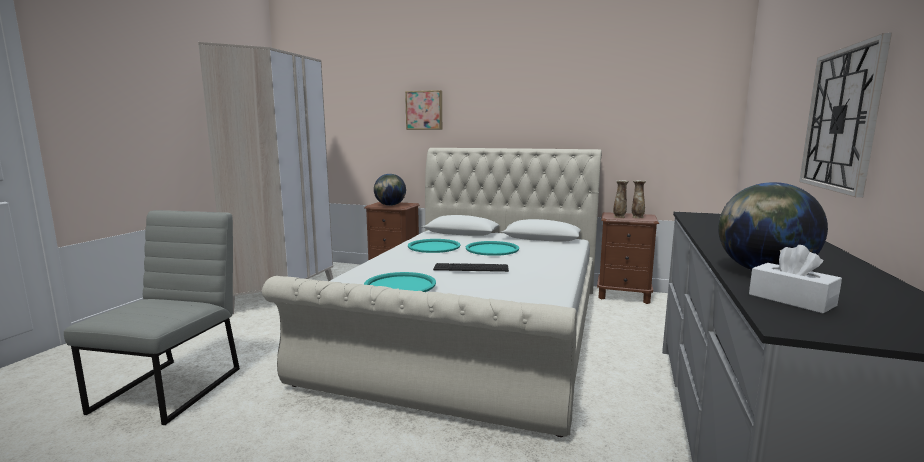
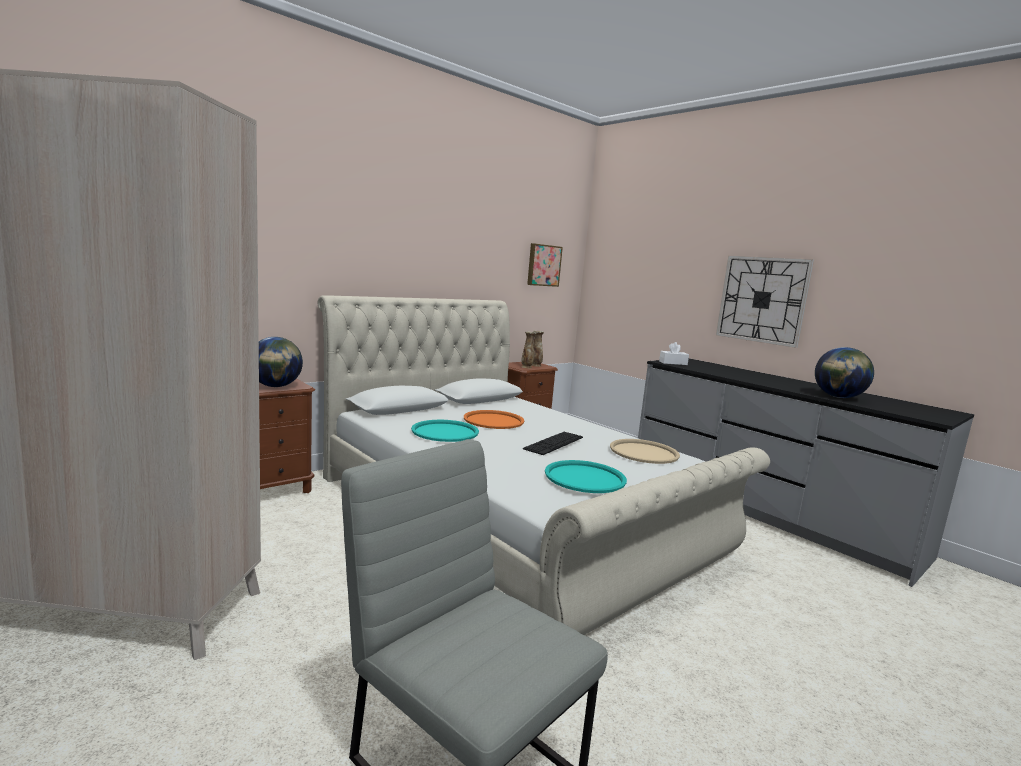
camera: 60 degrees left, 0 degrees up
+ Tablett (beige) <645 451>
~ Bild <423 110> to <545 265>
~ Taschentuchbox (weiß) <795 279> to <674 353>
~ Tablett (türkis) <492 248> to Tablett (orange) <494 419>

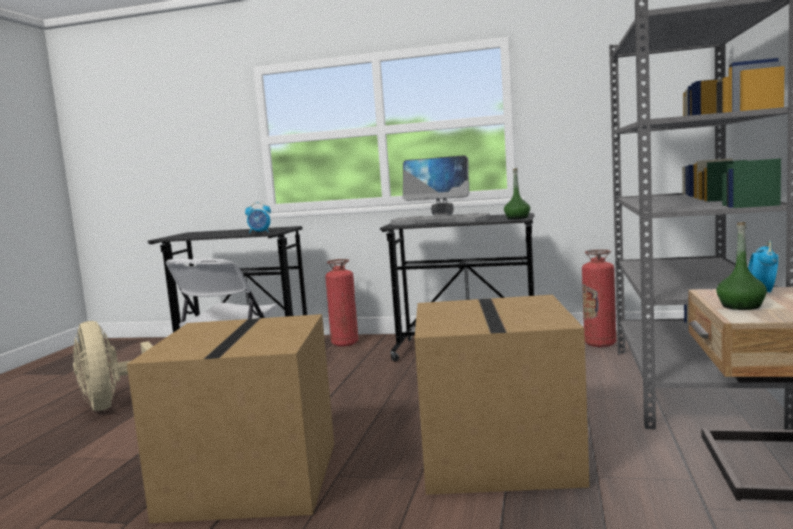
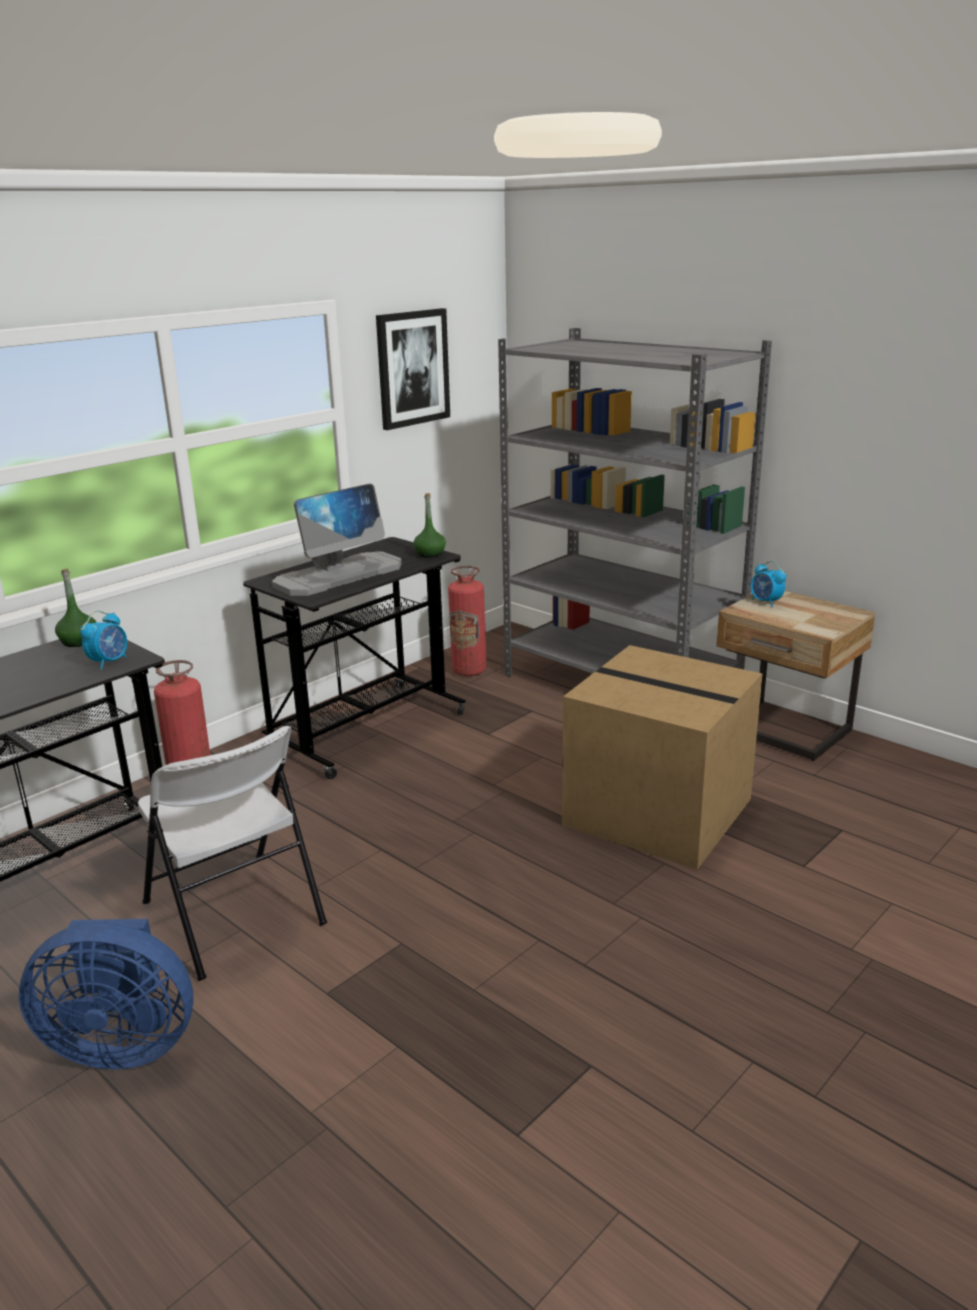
camera: 60 degrees left, 15 degrees up
- Karton <230 418>
+ Bild <413 369>
~ Flasche (grün) <741 266> to <76 608>
~ Ventilator (beige) <113 366> to Ventilator (blau) <106 994>

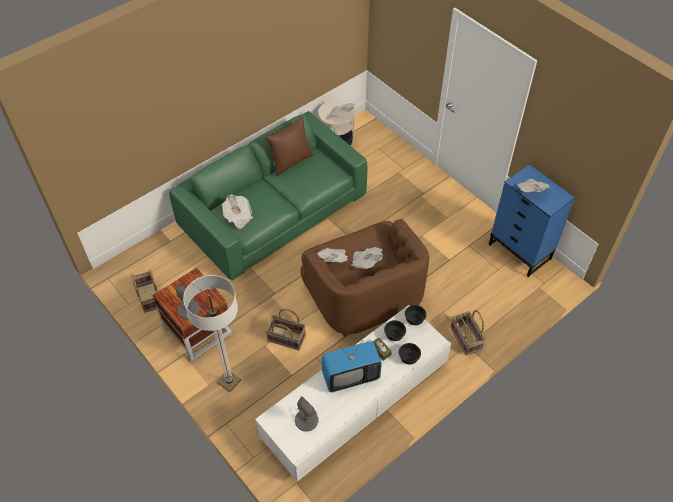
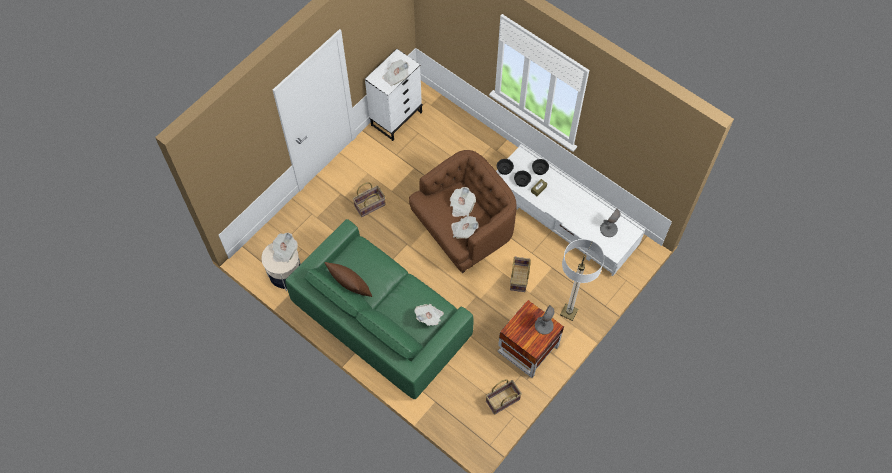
camera: 100 degrees left, 10 degrees up
- Fernseher <352 366>
~ Korb <468 332> to <369 199>
~ Kommode (blau) <532 220> to Kommode (weiß) <394 95>

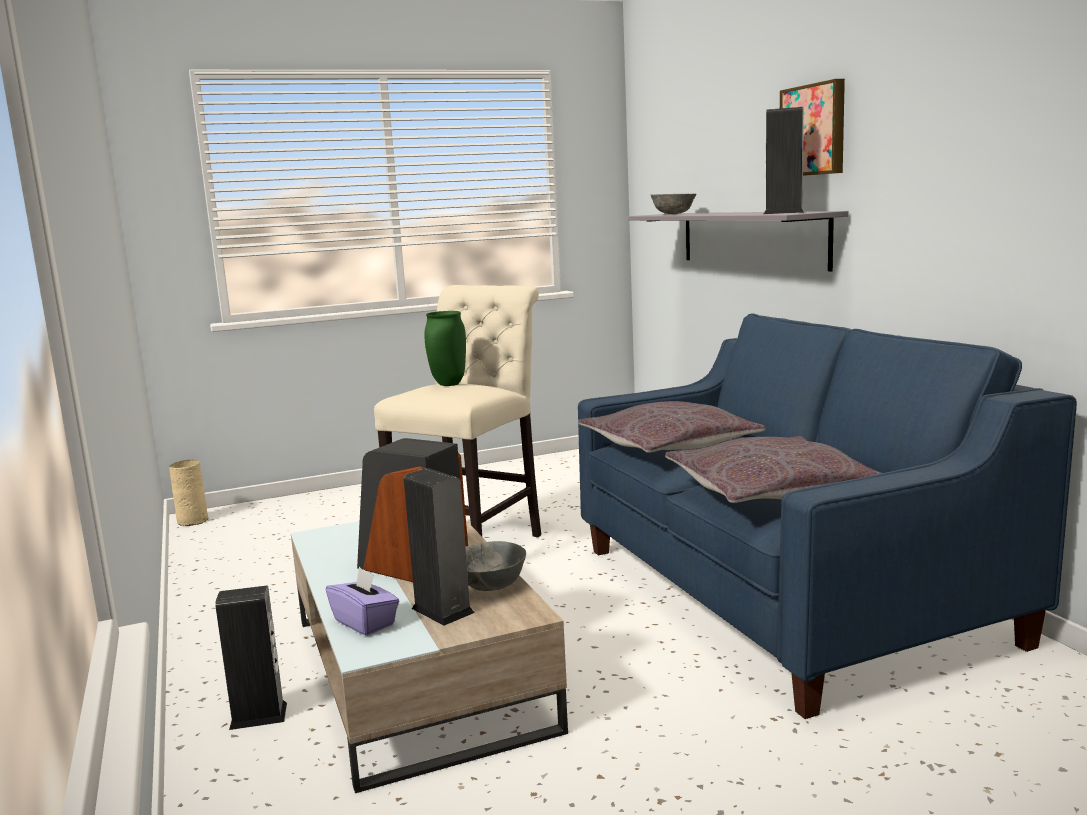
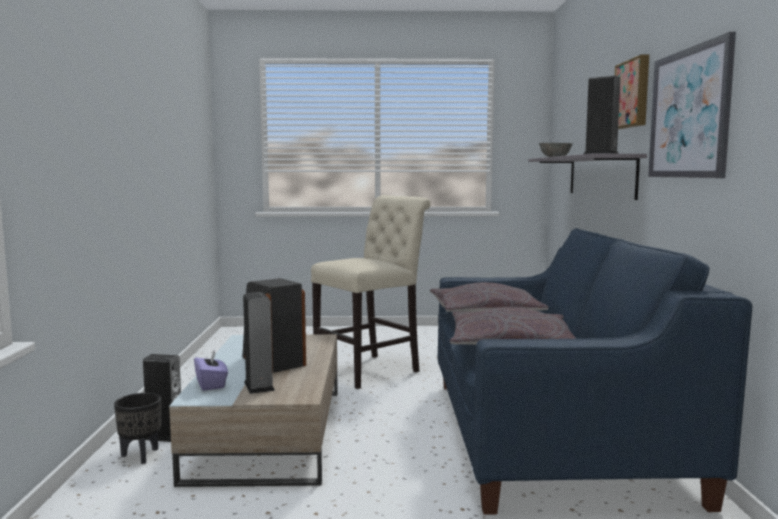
camera: 20 degrees right, 5 degrees down
- Vase (beige) <189 493>
- Vase (grün) <445 348>
- Schüssel (grau) <496 566>
+ Pflanzkübel (schwarz) <137 428>
+ Bild <692 105>

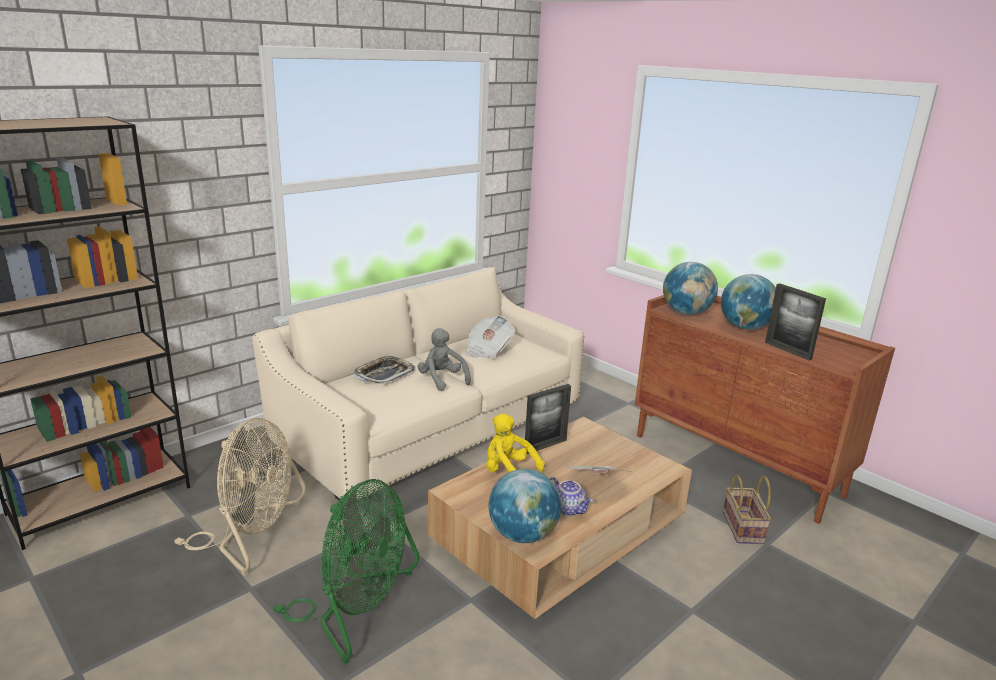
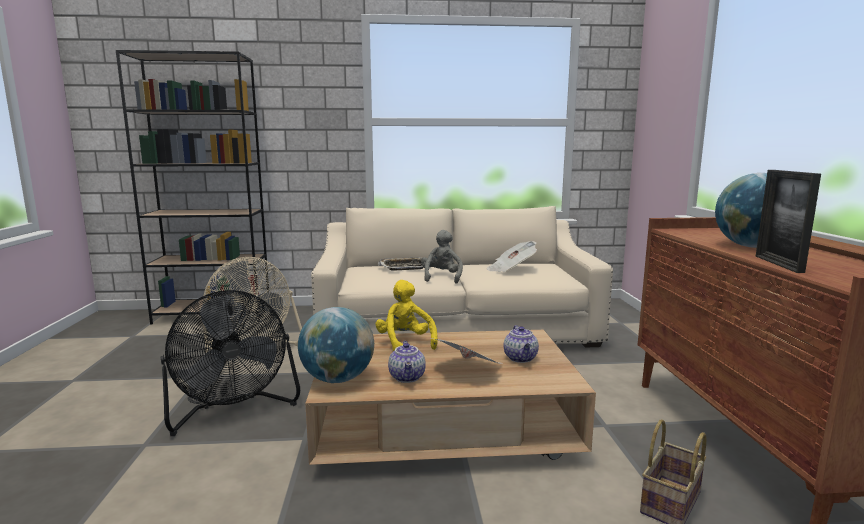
camera: 40 degrees right, 10 degrees down
- Bilderrahmen <547 419>
- Globus <690 288>
+ Teekanne <521 344>
~ Ventilator (grün) <346 571> to Ventilator (schwarz) <230 363>

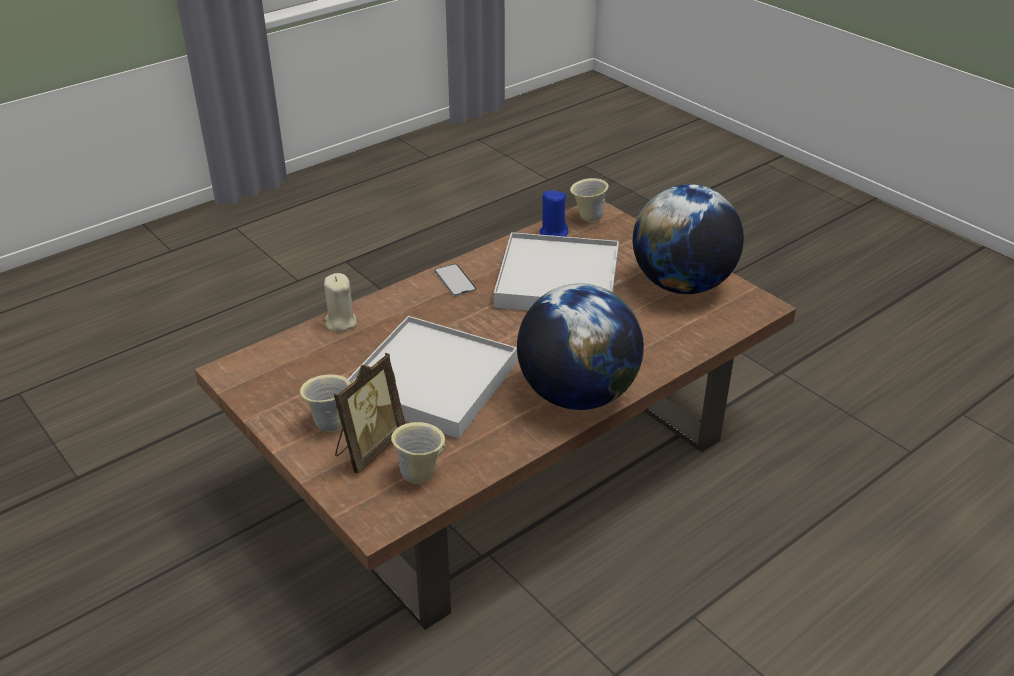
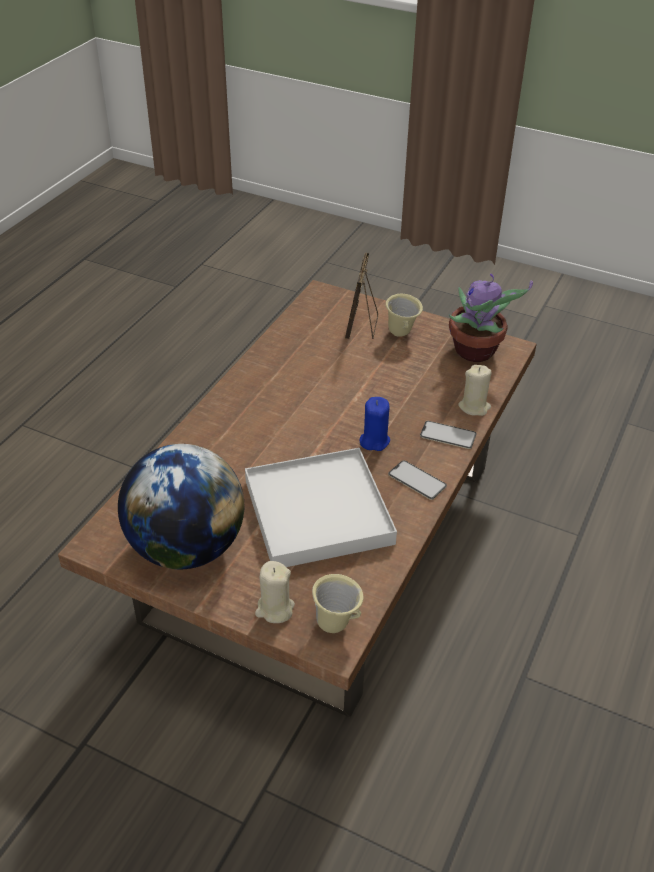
camera: 155 degrees right, 5 degrees up
- Tablett (weiß) <432 377>
- Henkelbecher (beige) <418 453>
- Globus <580 346>
+ Kerze (beige) <275 592>
+ Handy <448 435>
+ Topfpflanze <491 318>
~ Kerze (blau) <553 213> to <375 424>

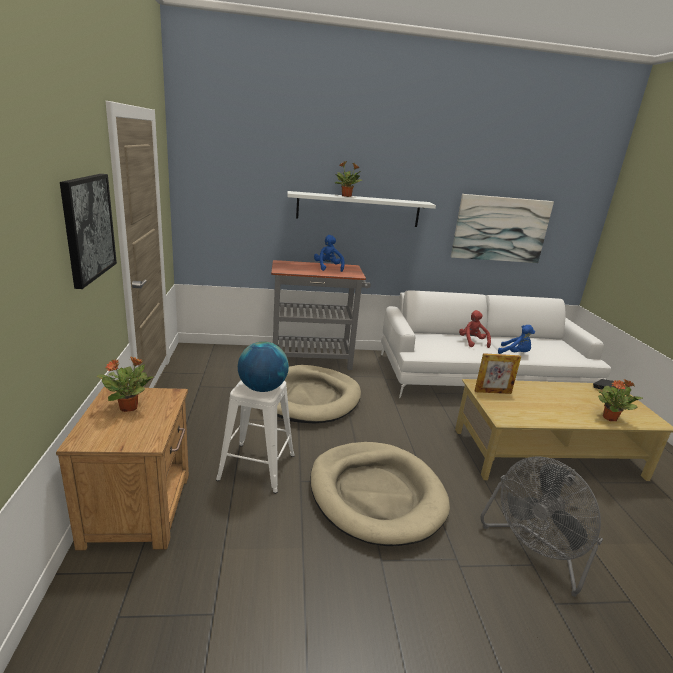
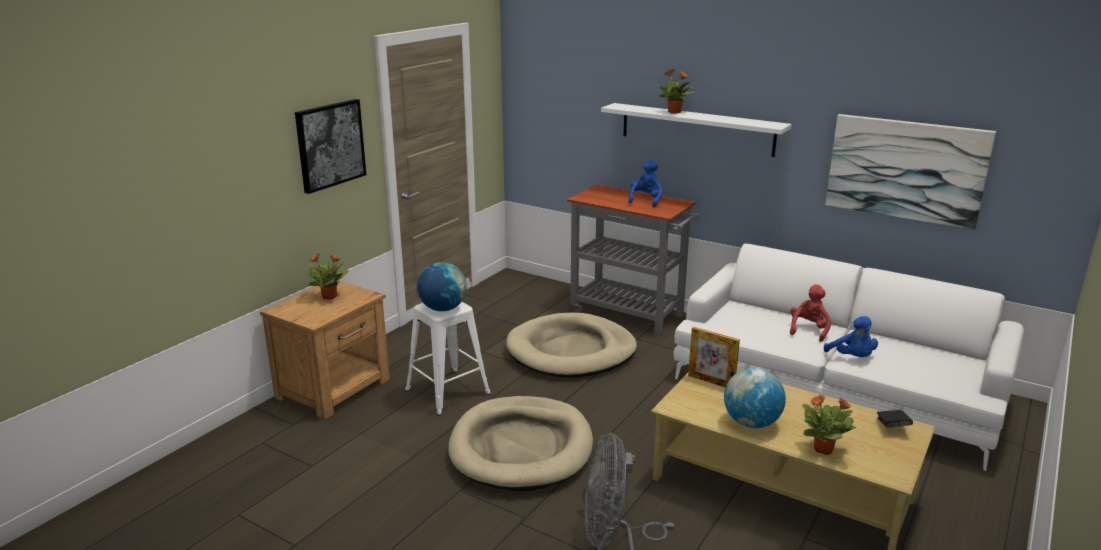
camera: 40 degrees right, 0 degrees up
+ Globus <755 398>

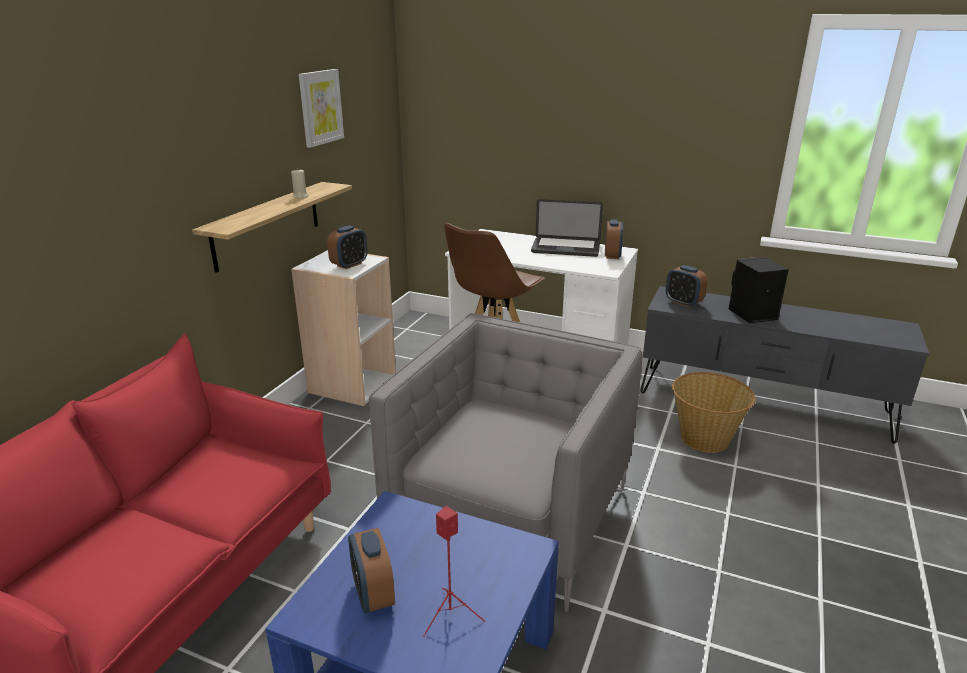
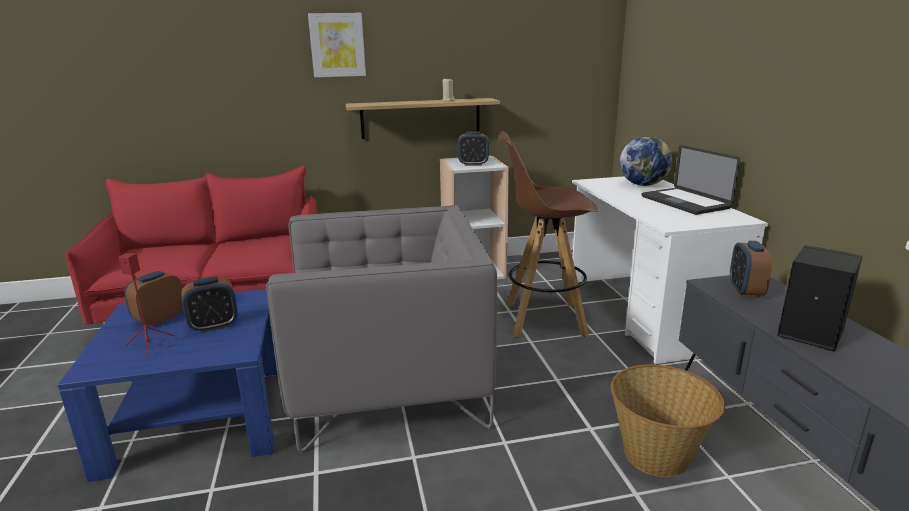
camera: 55 degrees right, 5 degrees down
+ Globus <646 161>
~ Bild <321 108> to <337 45>
~ Wecker <614 239> to <209 304>

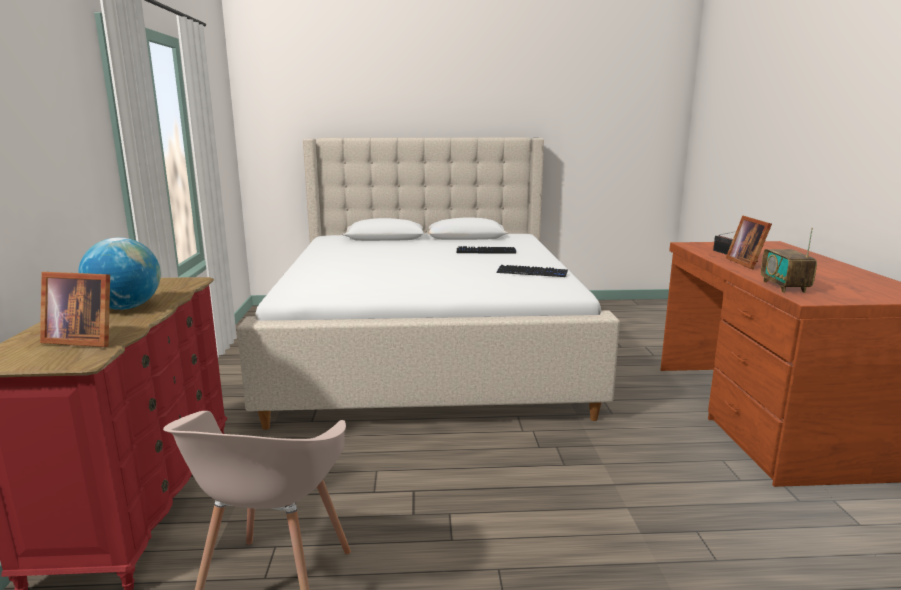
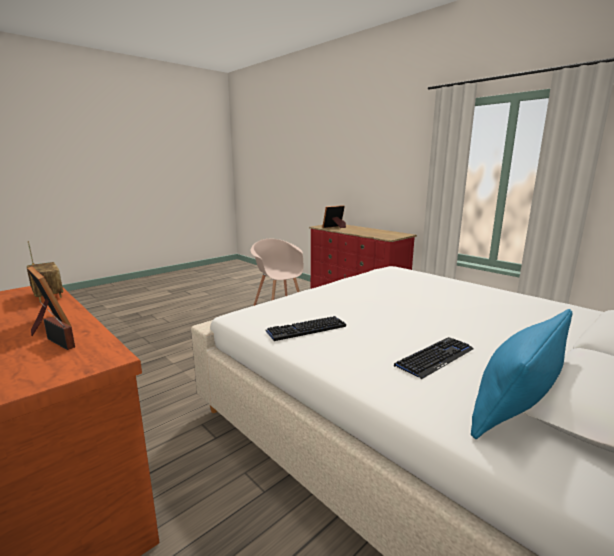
camera: 140 degrees right, 0 degrees up
- Globus <119 274>
+ Kissen (blau) <521 374>

